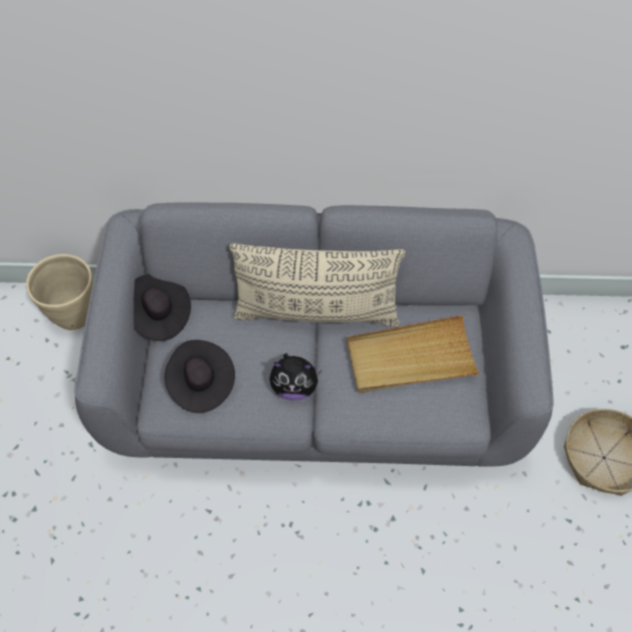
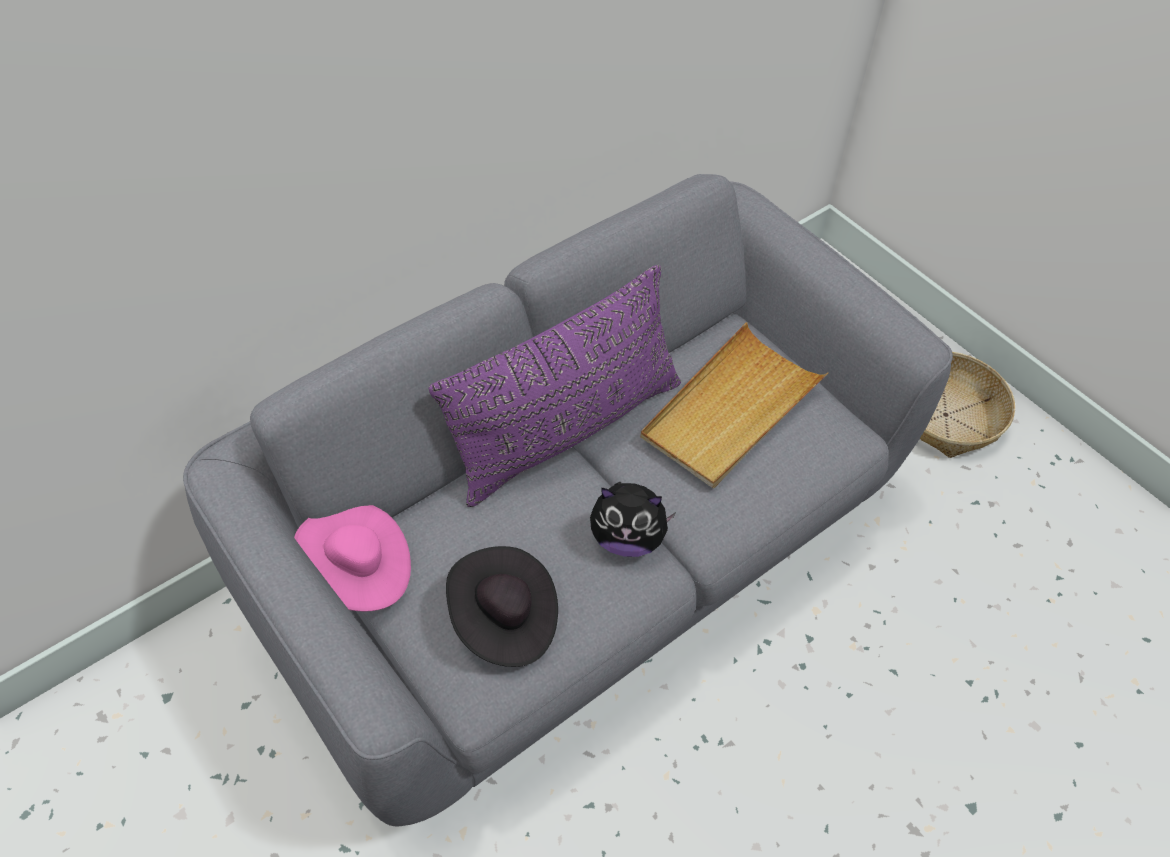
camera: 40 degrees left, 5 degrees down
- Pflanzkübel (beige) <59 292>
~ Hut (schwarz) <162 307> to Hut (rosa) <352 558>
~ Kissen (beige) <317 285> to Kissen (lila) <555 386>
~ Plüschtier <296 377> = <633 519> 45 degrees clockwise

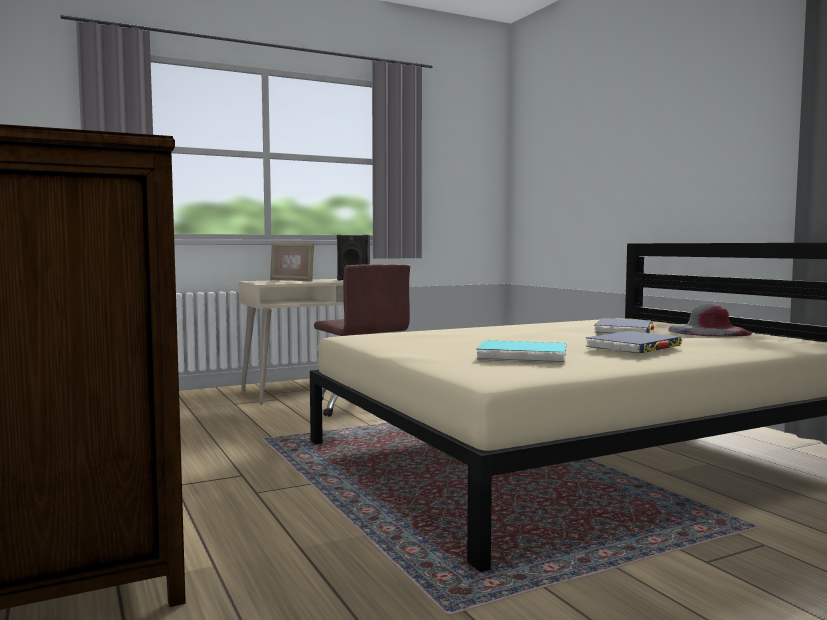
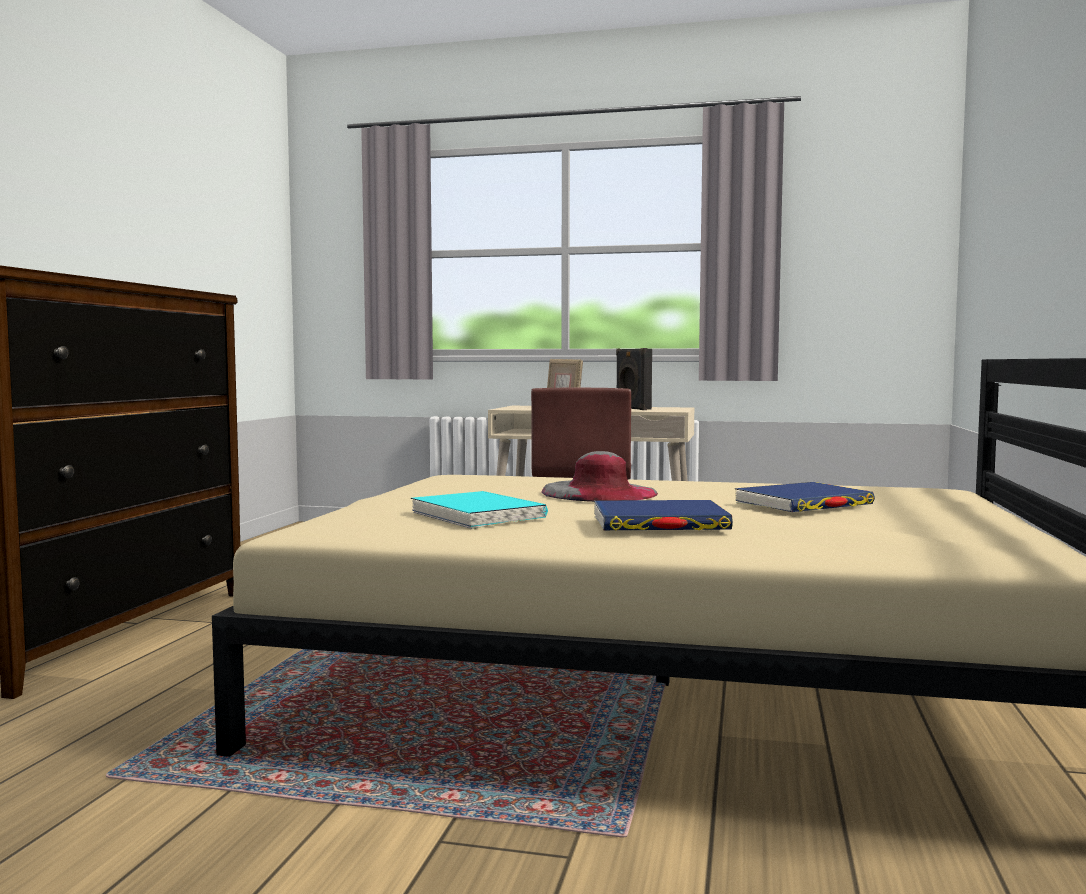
camera: 40 degrees right, 0 degrees up
~ Hut (grau) <710 320> to <599 476>

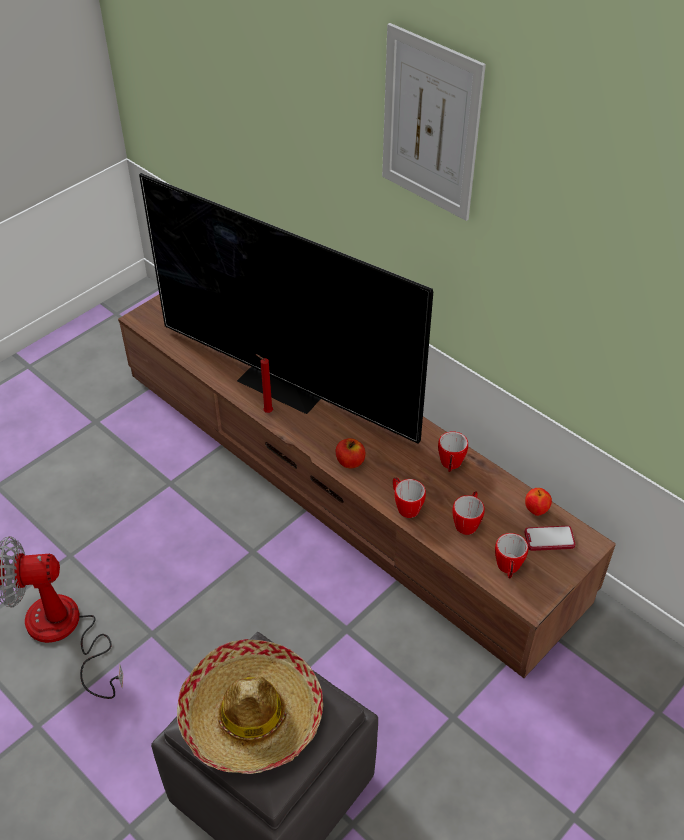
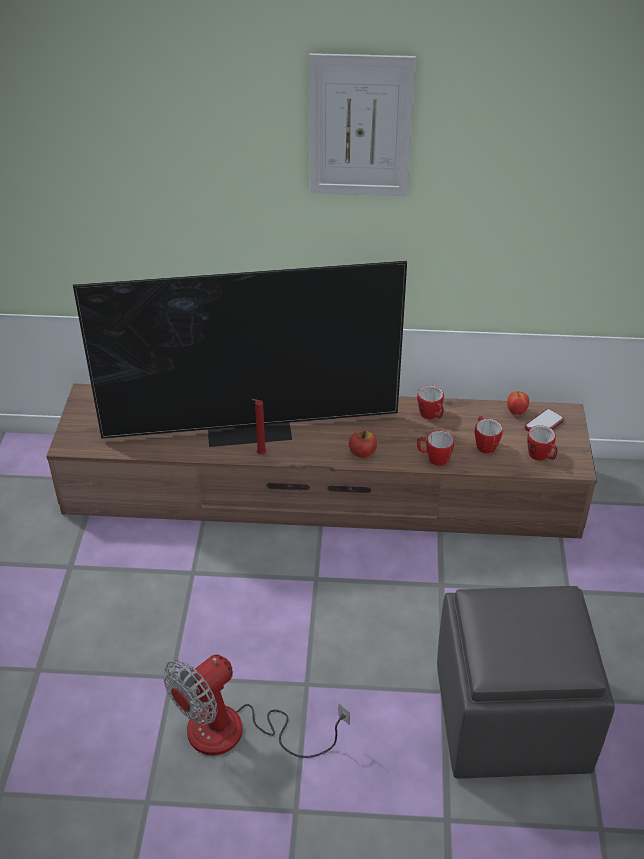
camera: 40 degrees left, 5 degrees down
- Hut <250 706>

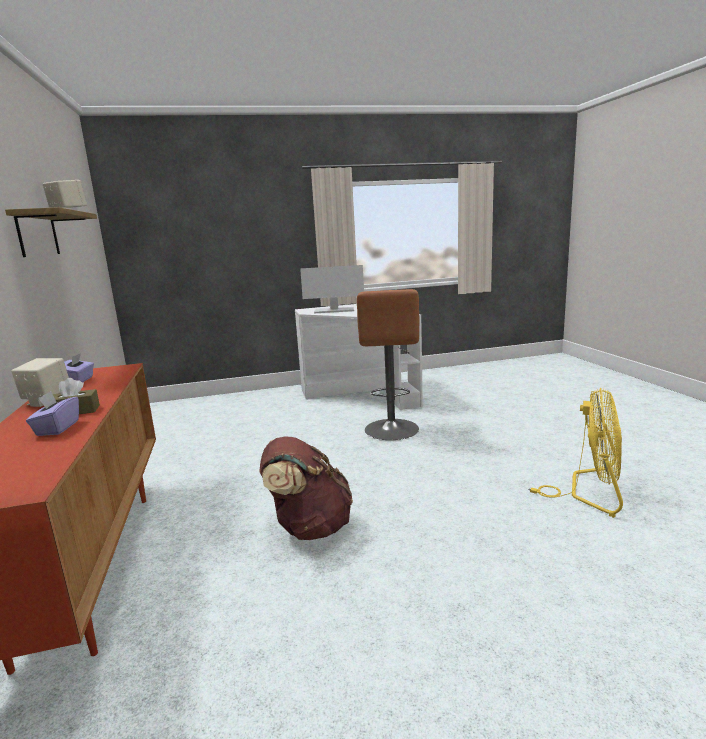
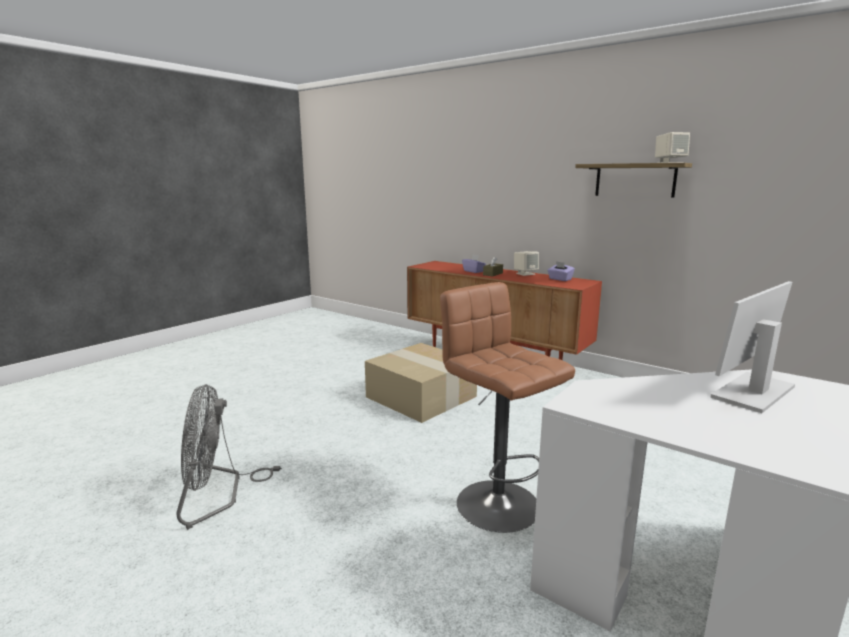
camera: 140 degrees right, 0 degrees up
~ Rucksack (braun) <306 488> to Karton <421 383>
~ Ventilator (gelb) <575 453> to Ventilator (grau) <228 457>

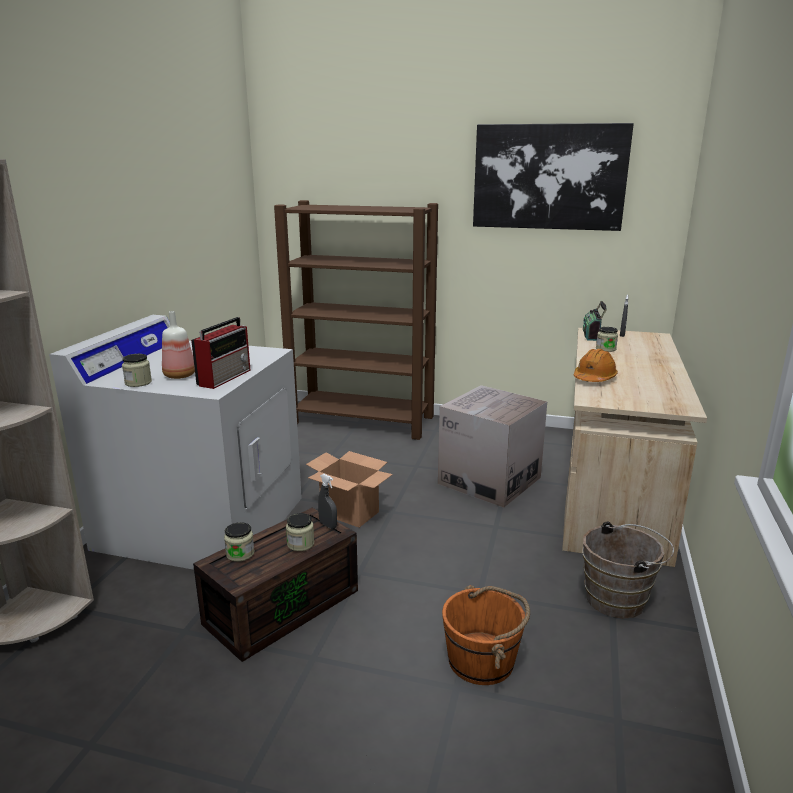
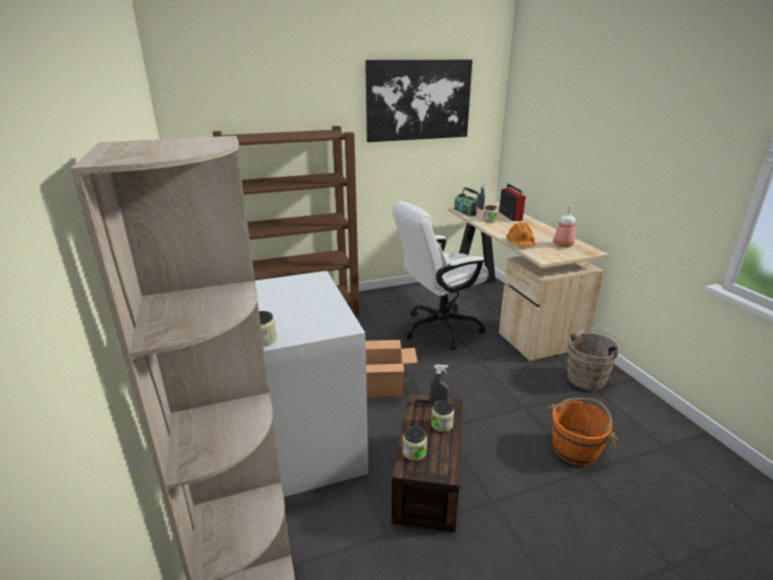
camera: 35 degrees left, 5 degrees up
~ Flasche <178 345> to <564 226>
~ Radio <221 353> to <512 202>
~ Karton <492 446> to Bürostuhl (weiß) <440 276>

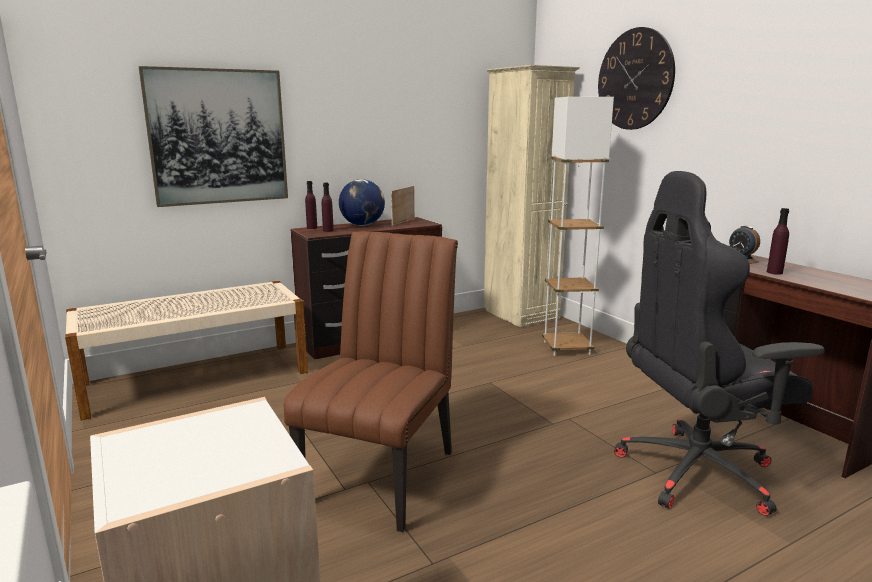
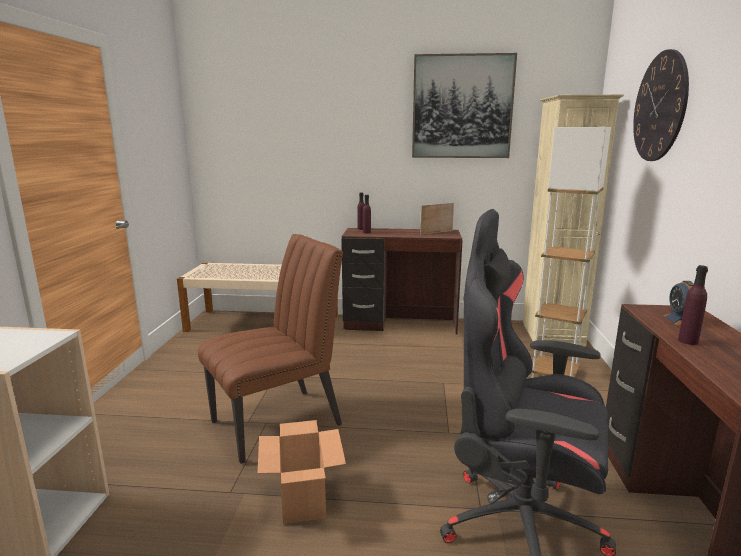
camera: 35 degrees right, 0 degrees up
- Globus <362 202>
+ Karton <301 472>
~ Bild <213 136> to <464 105>

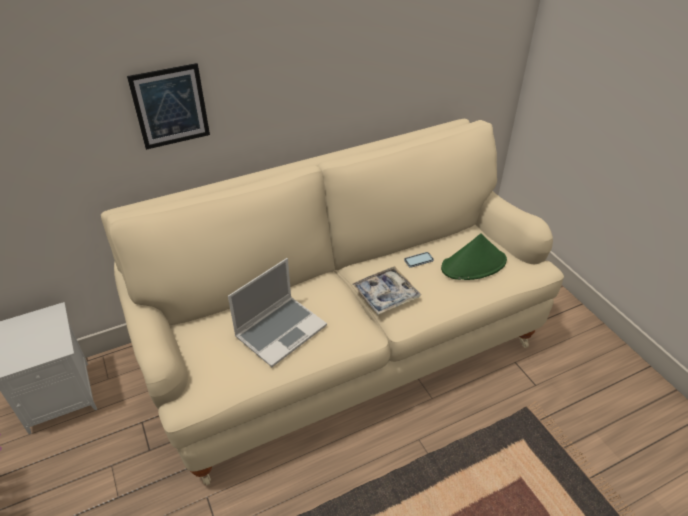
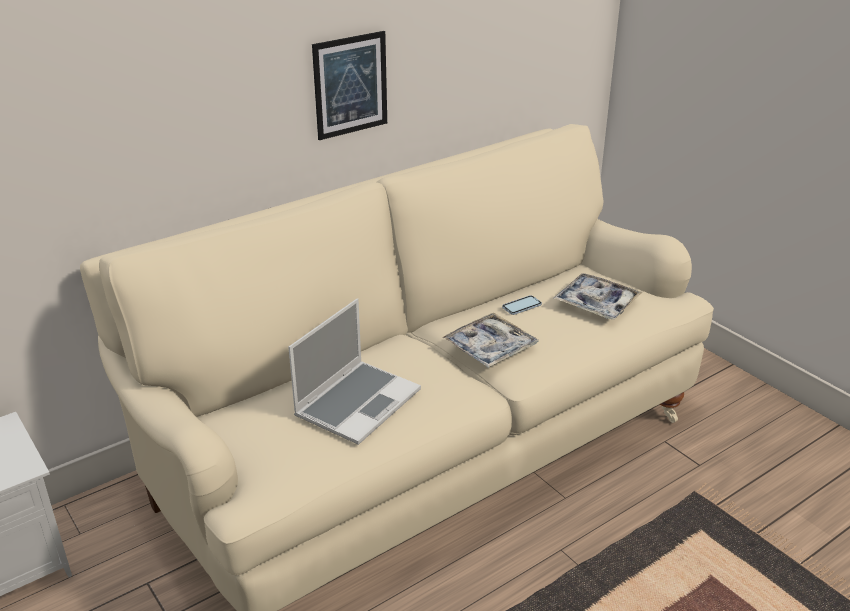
camera: 10 degrees left, 10 degrees down
~ Bild <168 106> to <349 85>
~ Hut (grün) <474 256> to Tablett <598 296>

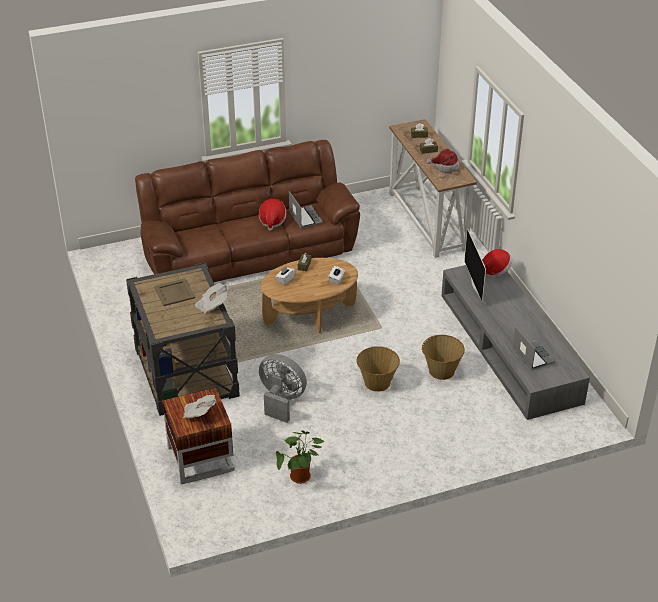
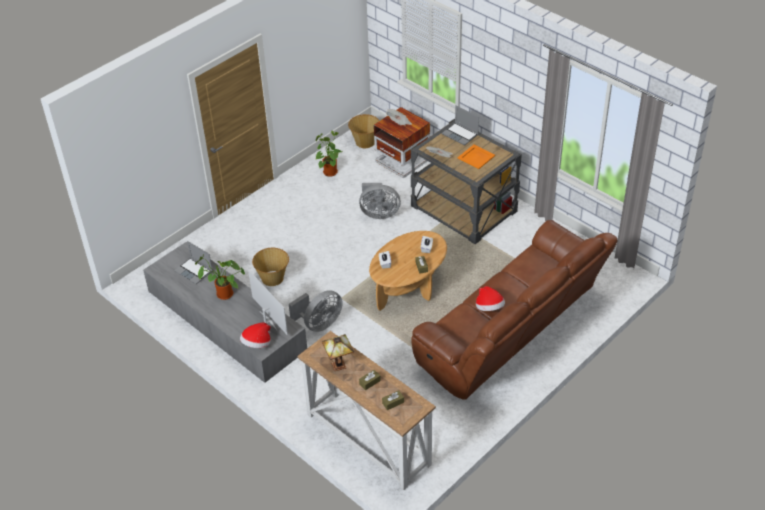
camera: 155 degrees right, 5 degrees up
+ Topfpflanze <220 277>
+ Ventilator (grau) <316 311>
~ Laptop <306 209> to <460 125>
~ Korb <378 369> to <364 131>
~ Hut <442 161> to Tischlampe <338 352>
~ Tablett (beige) <174 292> to Tablett (orange) <476 157>

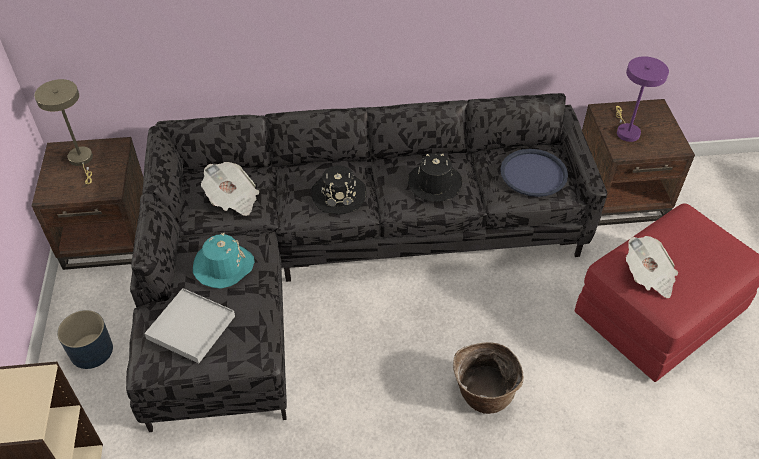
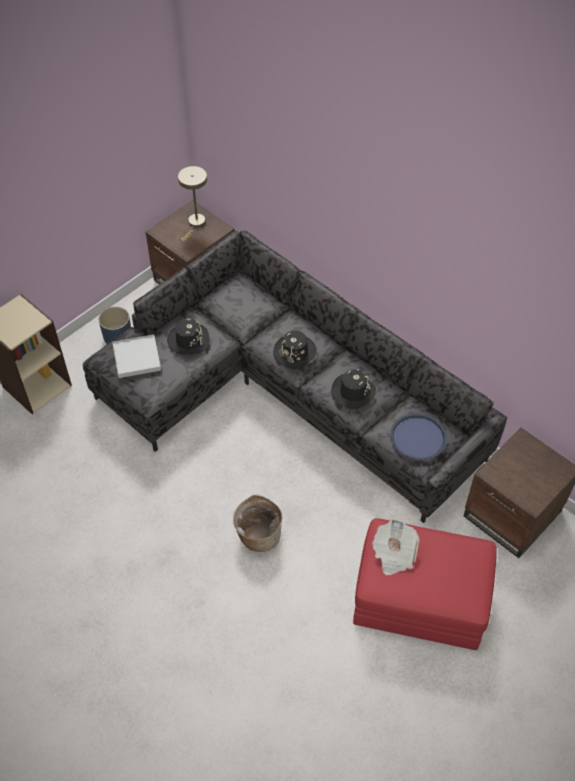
camera: 50 degrees right, 5 degrees up
- Zeitung <230 189>
- Tischlampe (lila) <642 99>
~ Hut (türkis) <224 261> to Hut (schwarz) <188 336>

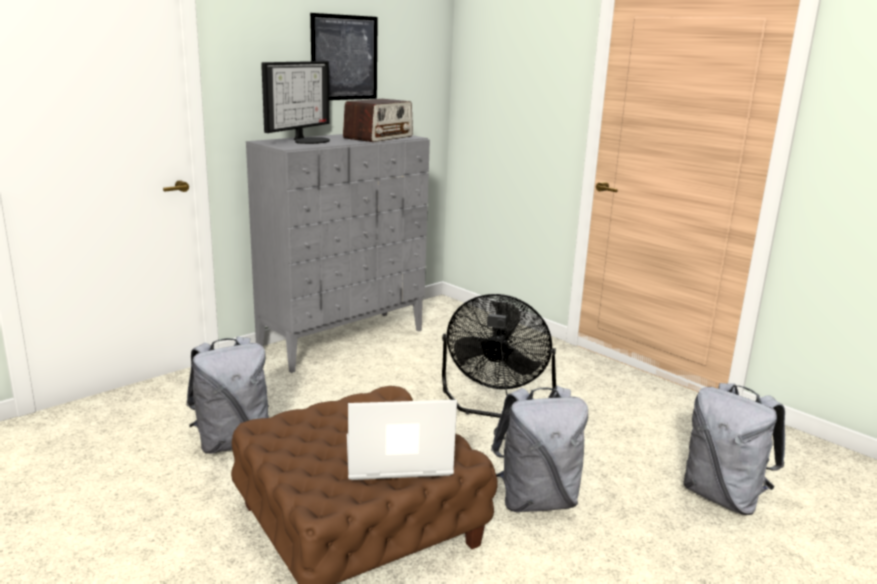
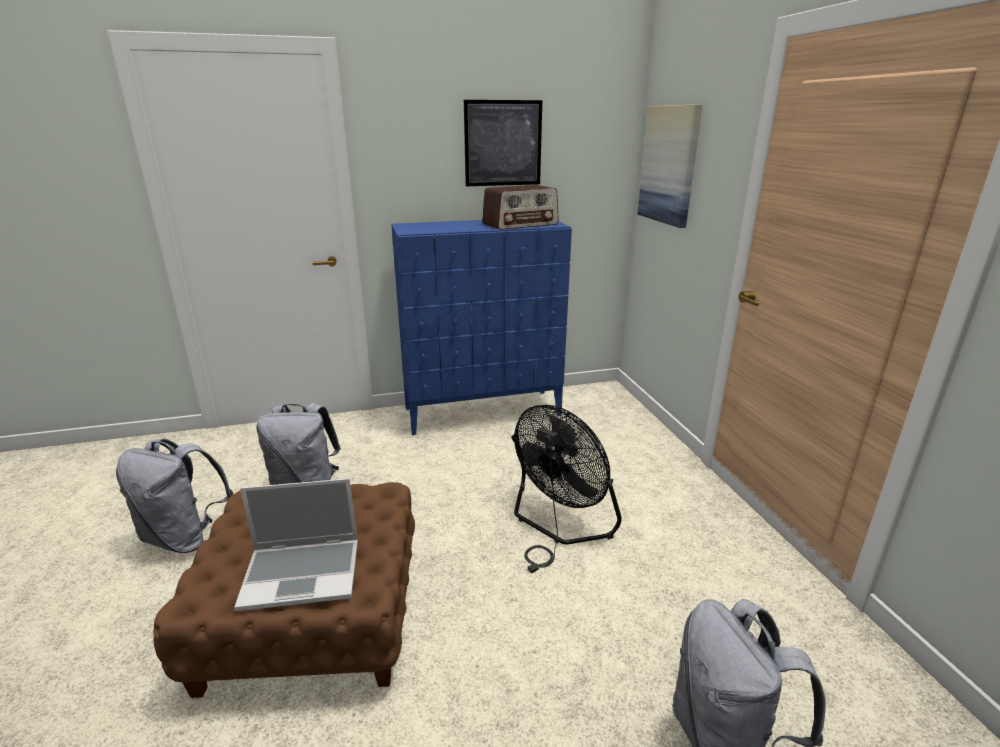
camera: 30 degrees right, 5 degrees up
- Monitor <295 102>
+ Bild <669 166>
~ Rucksack (grau) <539 449> to <174 495>
~ Kommode (grau) <338 253> to Kommode (blau) <481 327>
~ Laptop <402 440> = <296 544> 150 degrees clockwise

